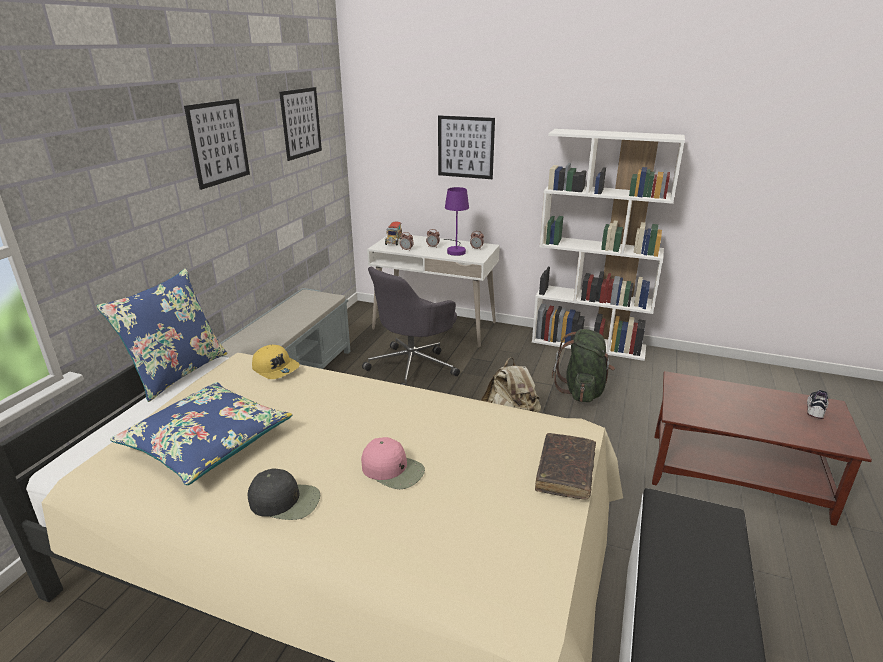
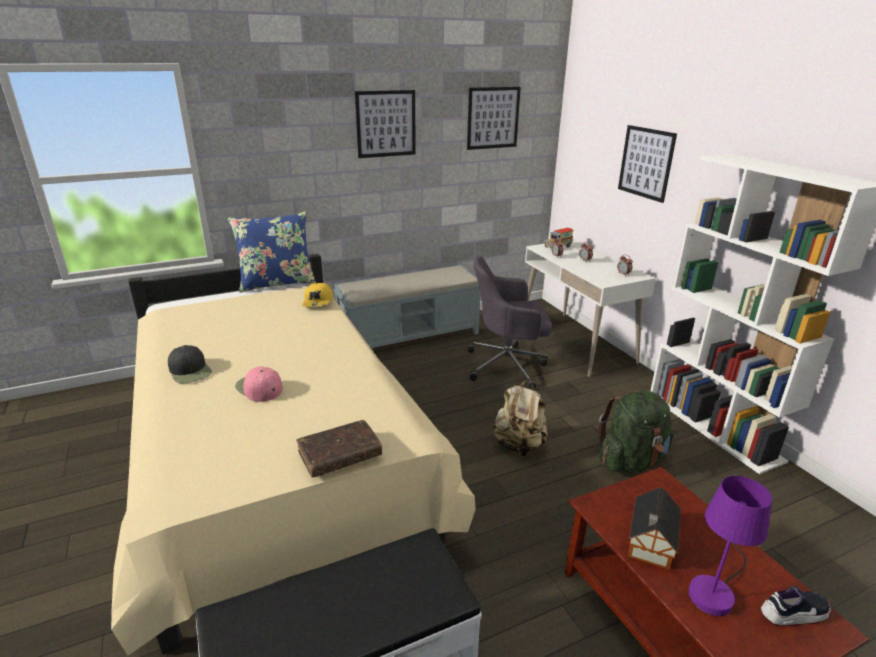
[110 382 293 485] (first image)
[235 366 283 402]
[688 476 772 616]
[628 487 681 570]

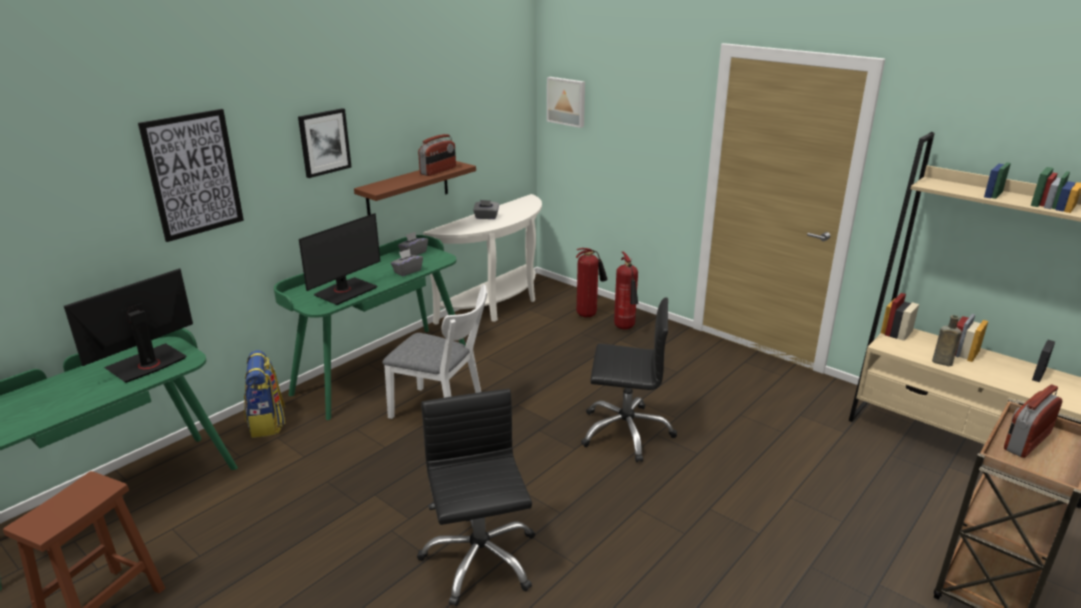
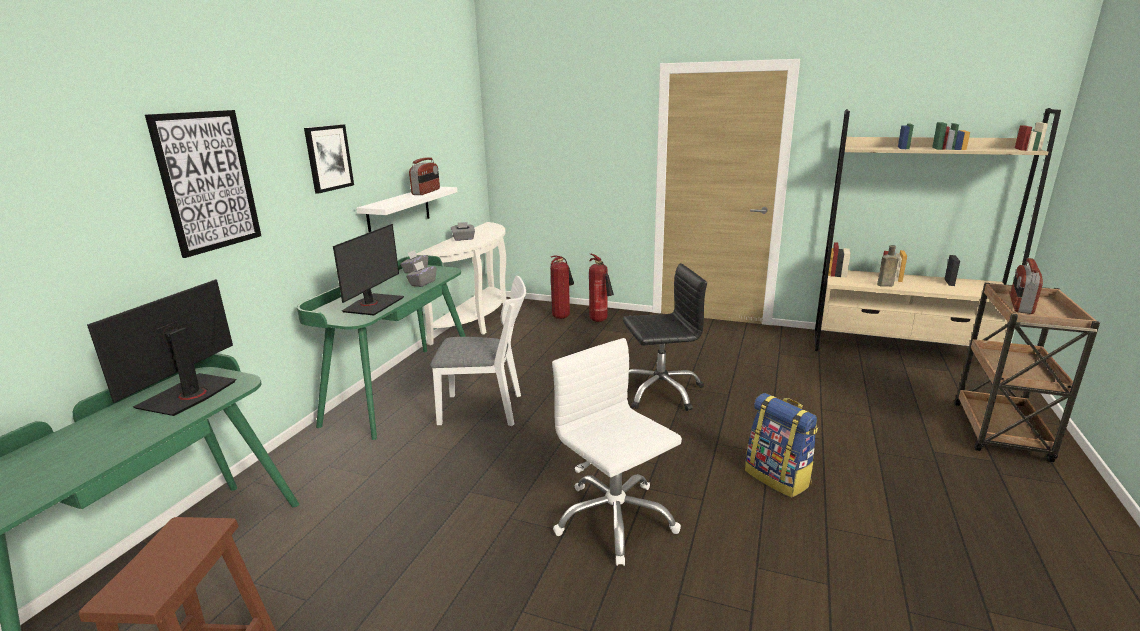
[745 393 818 498]
[356 187 457 232]
[552 338 682 566]
[547 77 585 128] (first image)

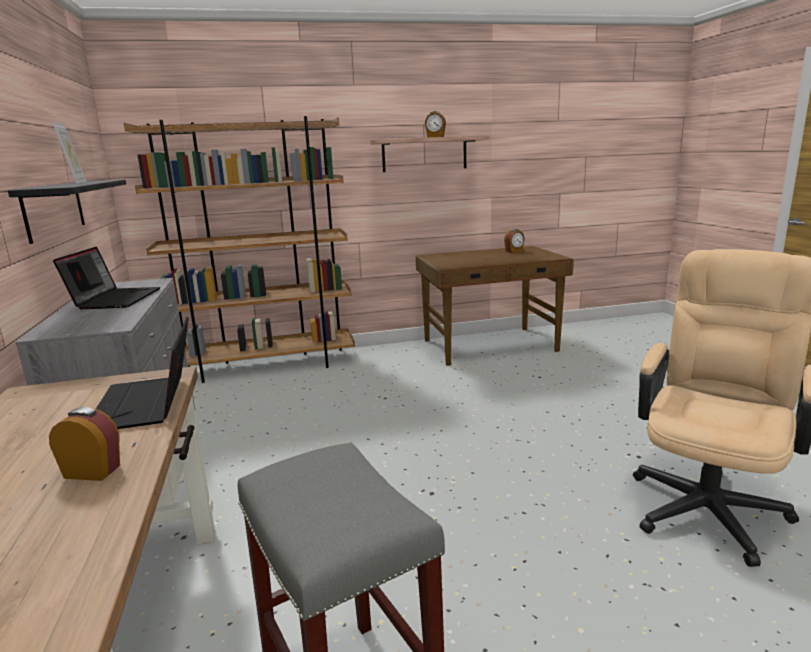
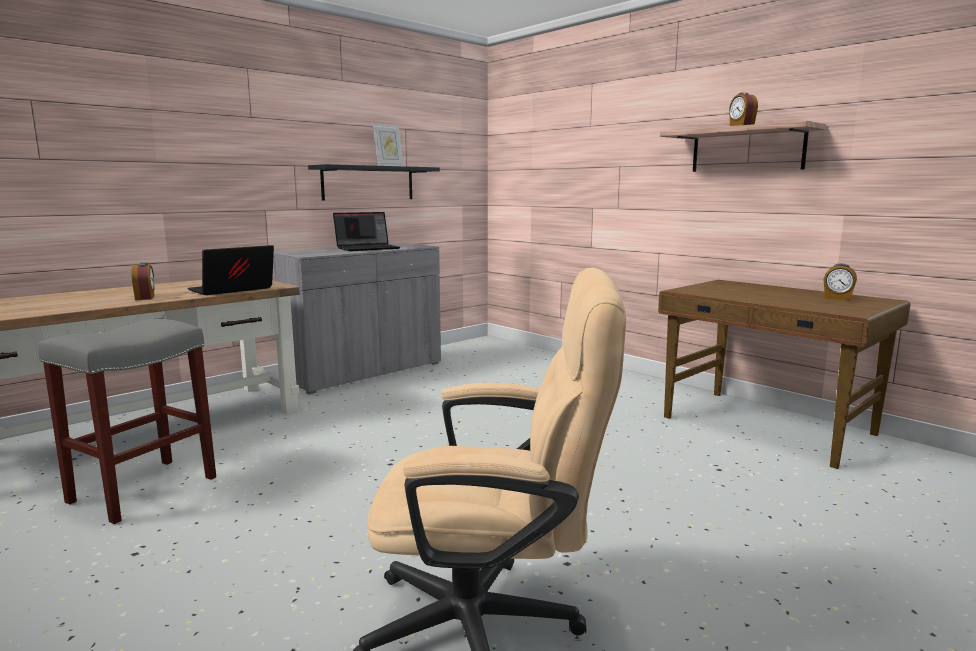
[124 116 355 383] (first image)

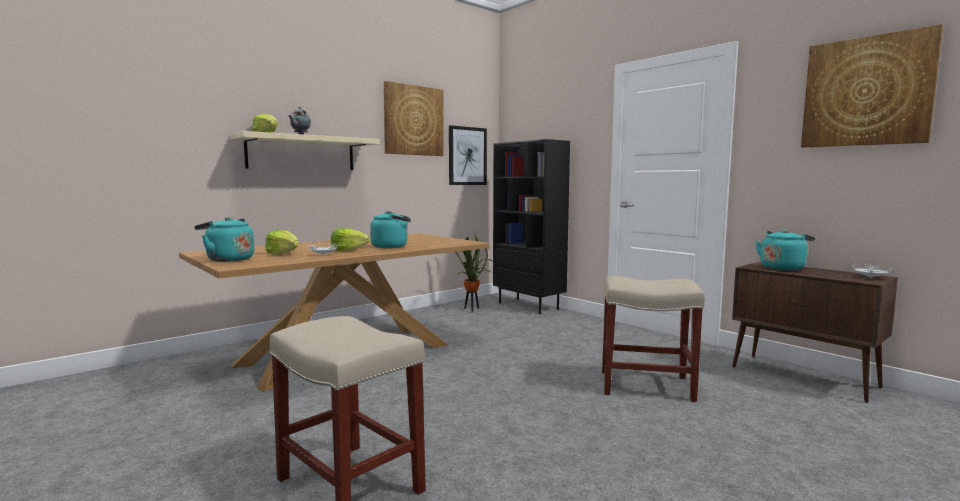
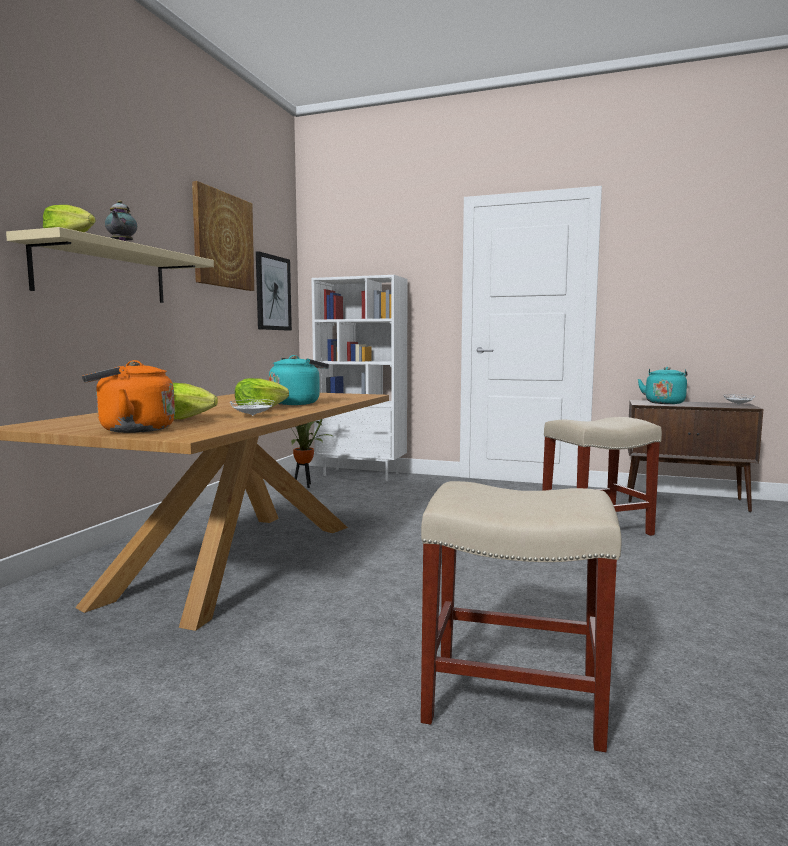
[82 360 175 433]
[311 275 408 481]
[801 24 943 147] (first image)

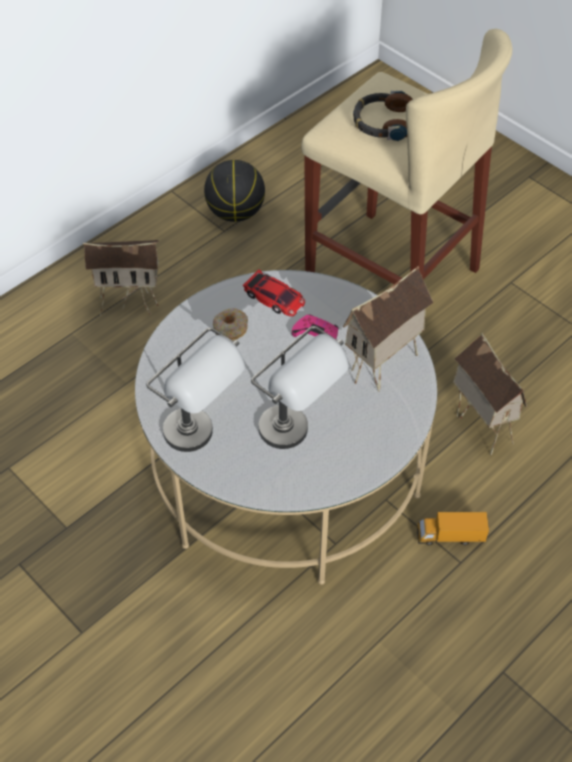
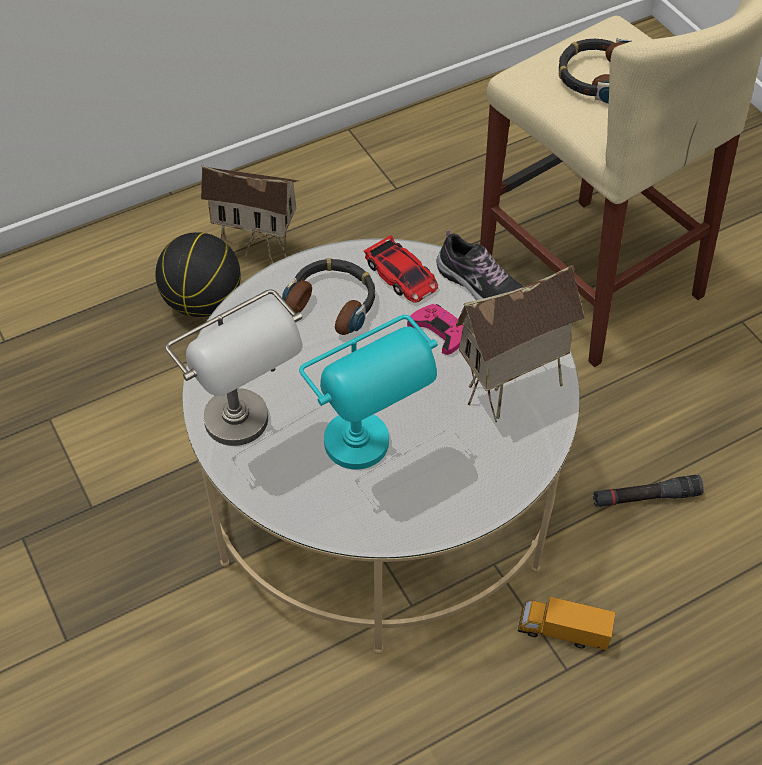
[156 232 241 317]
[282 258 375 335]
[299 315 438 470]
[593 475 704 507]
[436 229 524 300]

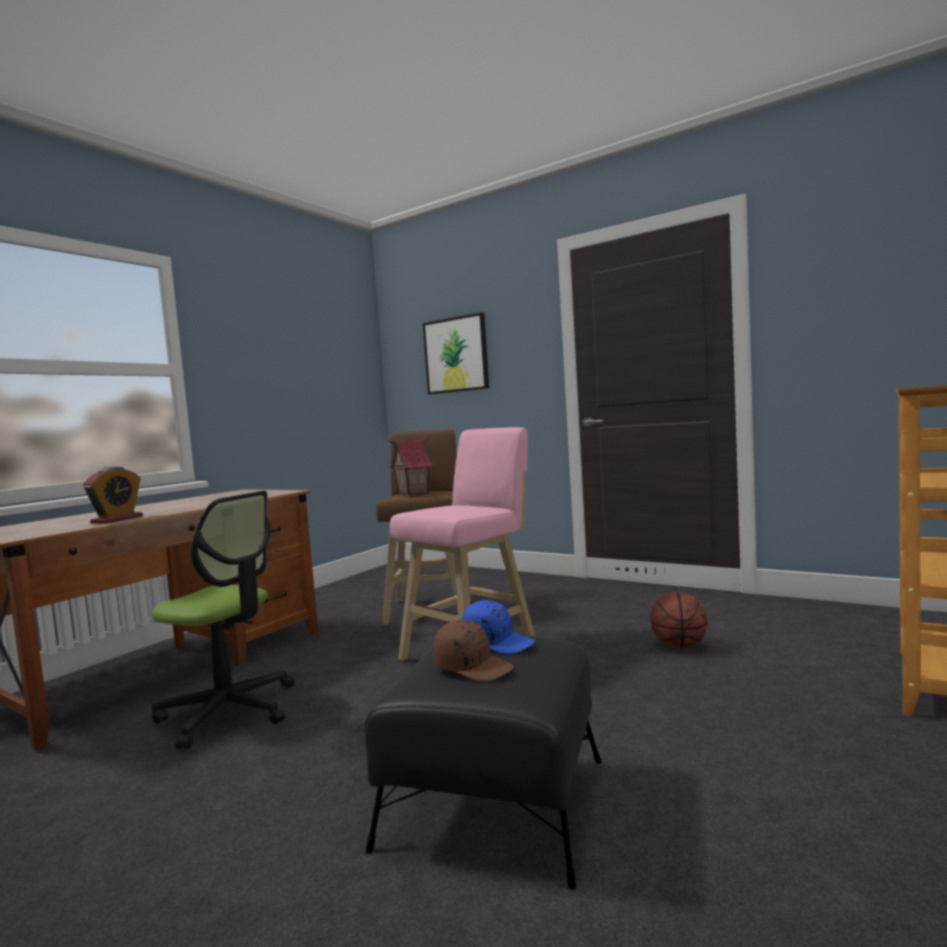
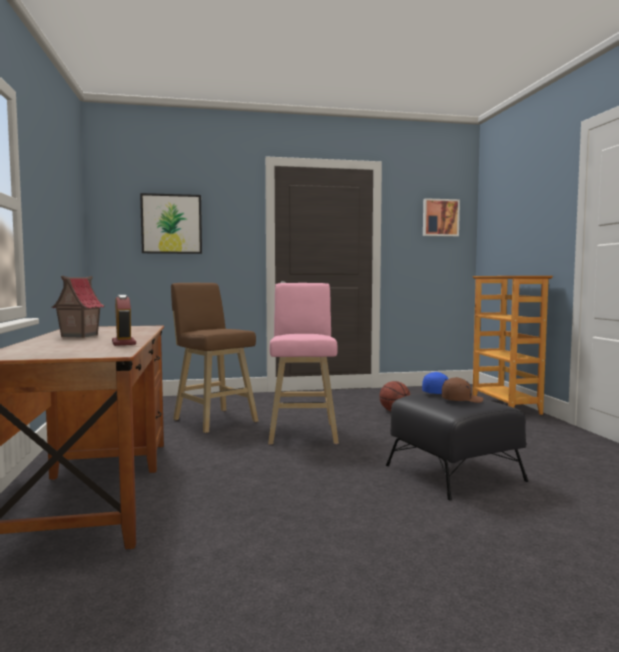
[152 491 295 749] (first image)
[51 276 105 338]
[423 198 460 237]

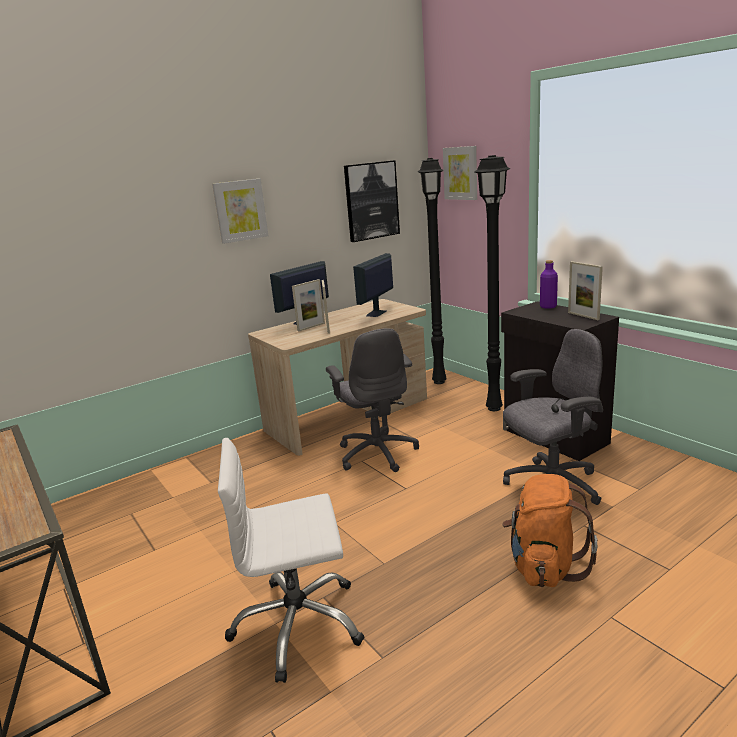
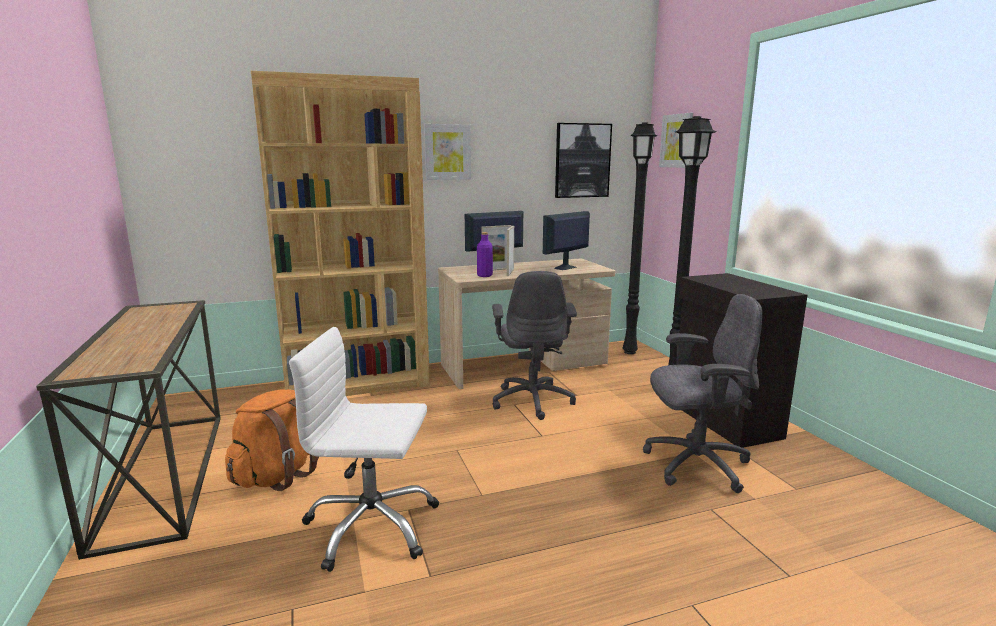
[225 389 319 491]
[477 232 493 277]
[568 261 603 320] (first image)
[251 71 430 396]

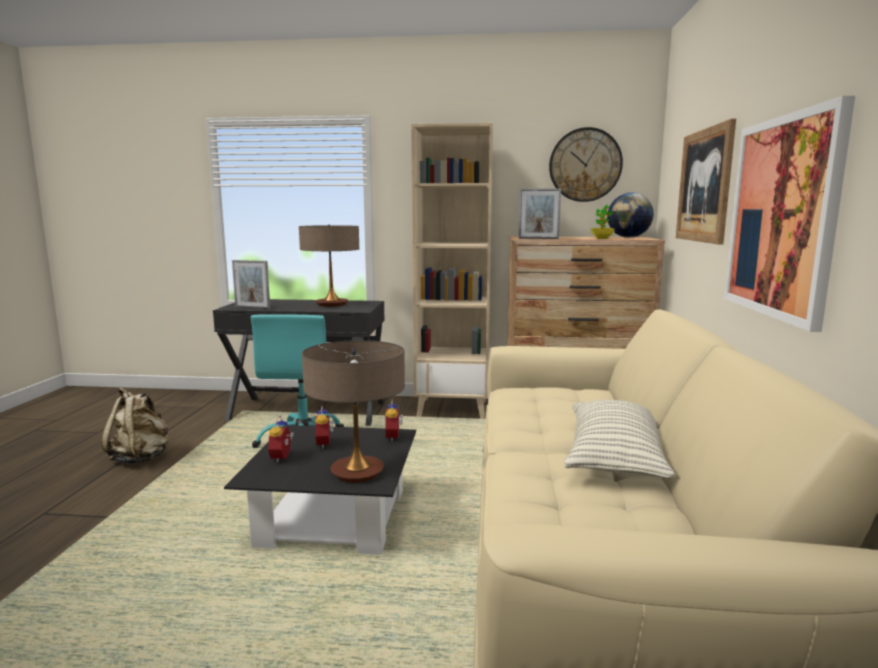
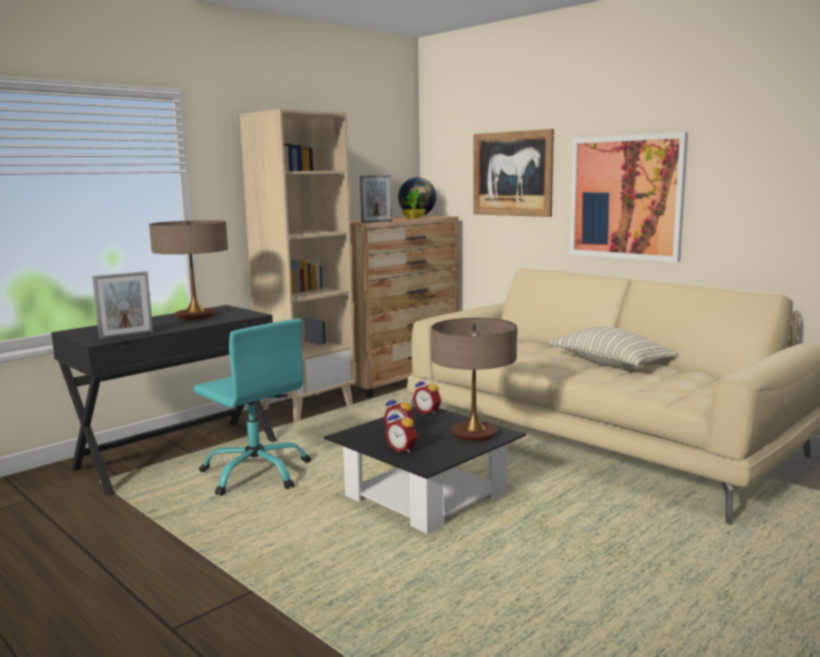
[101 388 168 464] (first image)
[549 127 623 202] (first image)

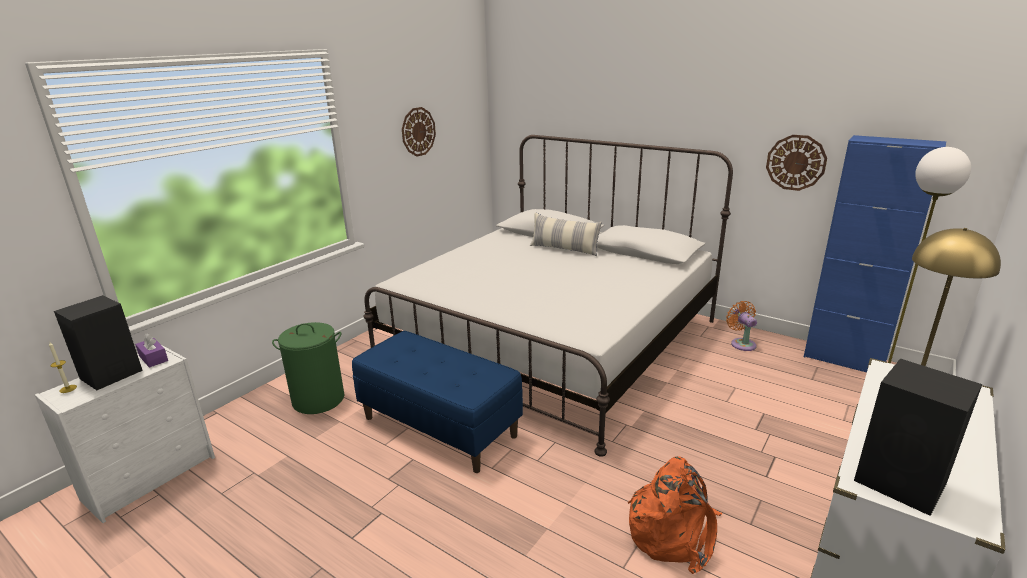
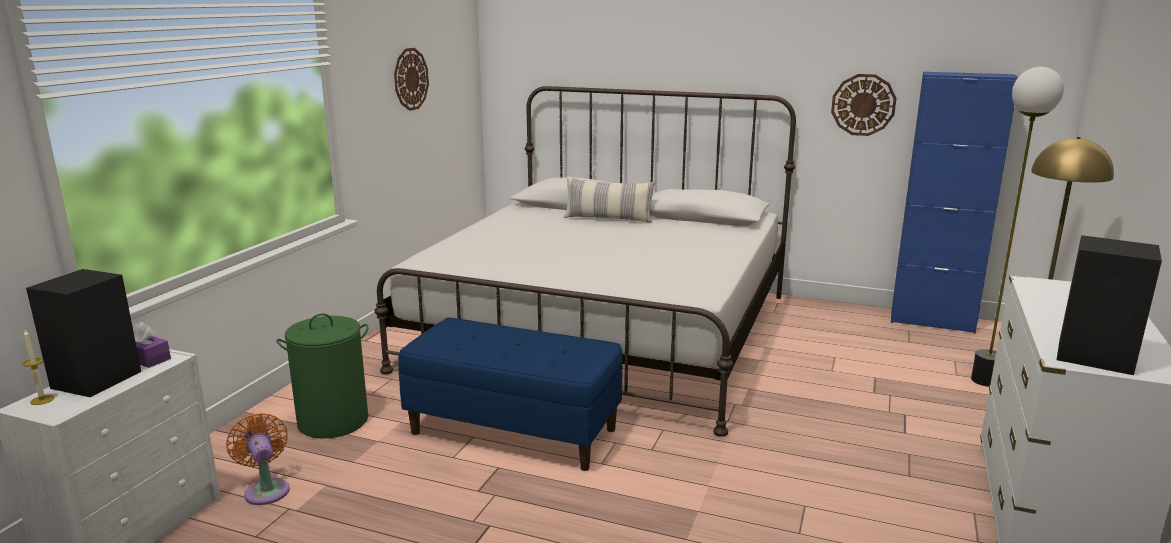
[628 456 723 574] (first image)
[226 413 290 505]

